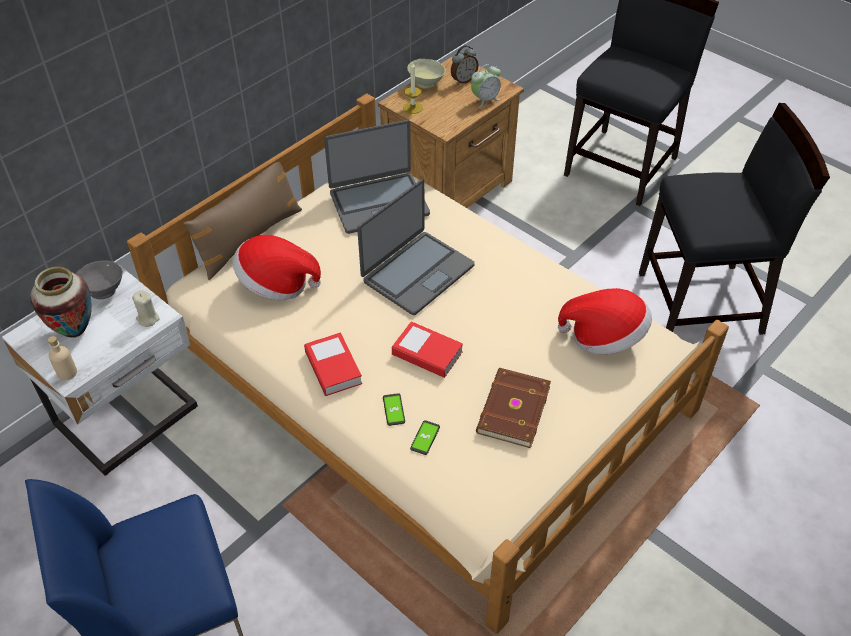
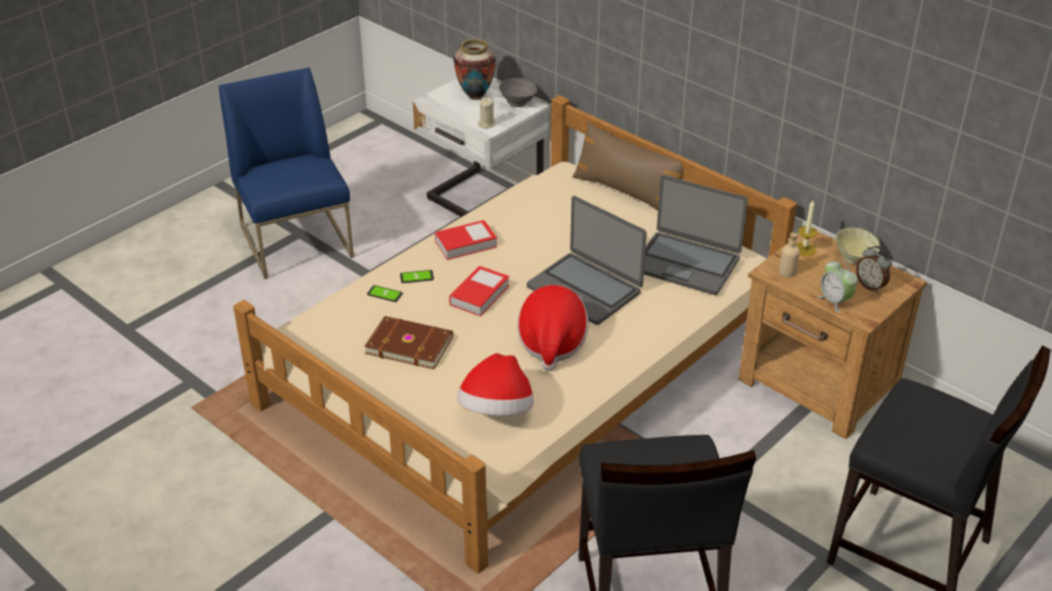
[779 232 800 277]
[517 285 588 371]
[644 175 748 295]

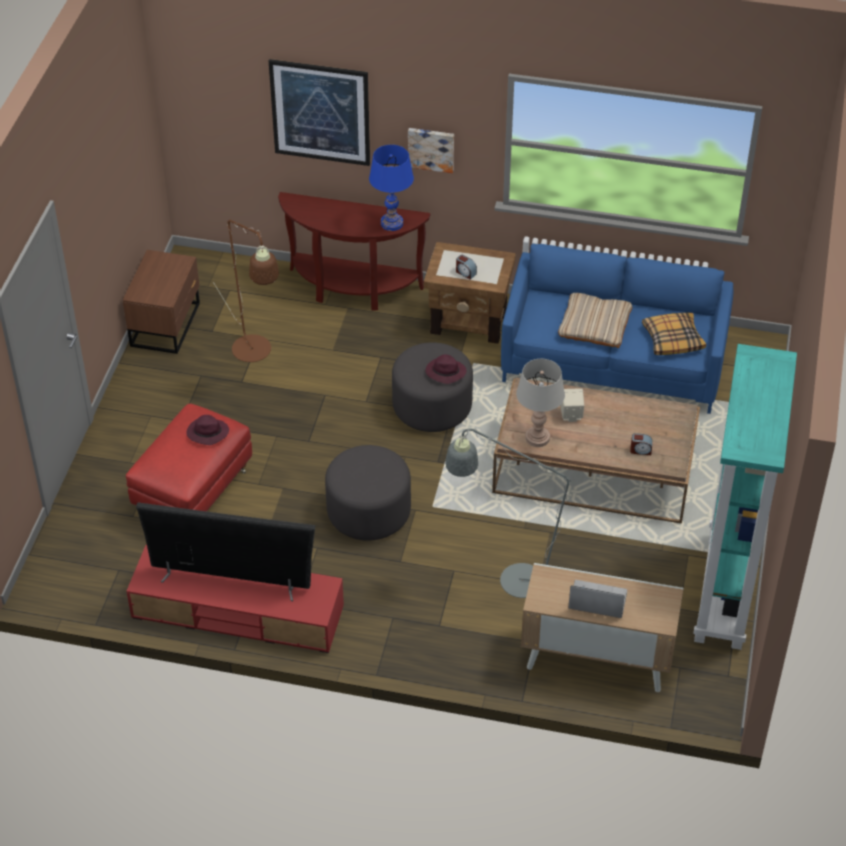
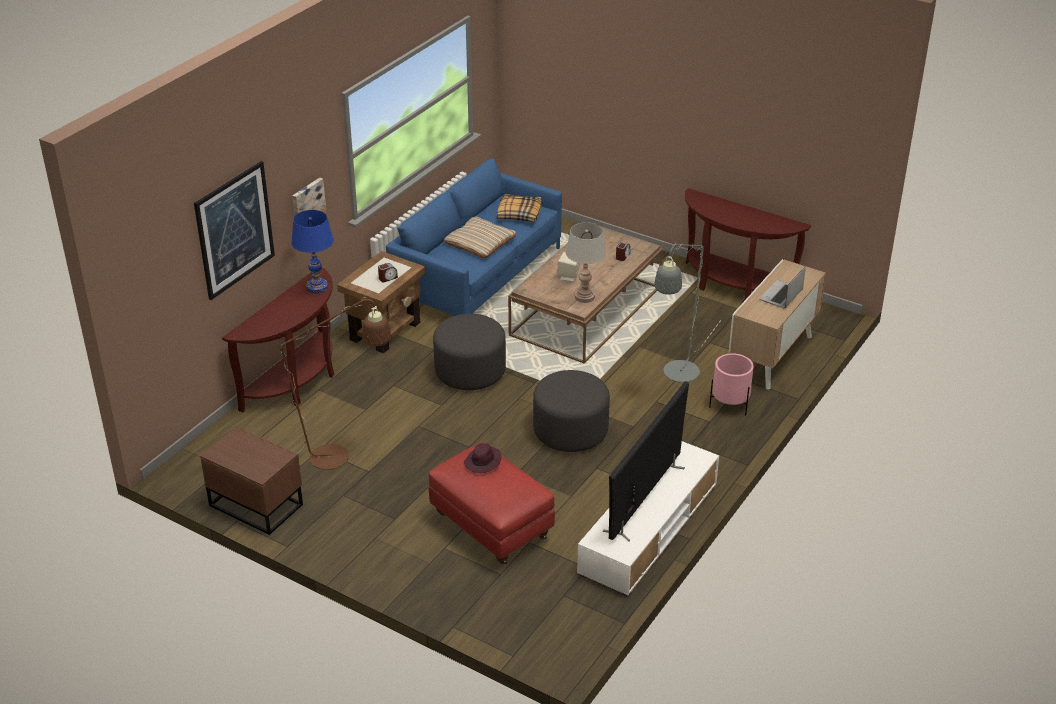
[577 441 719 597]
[425 355 467 384] (first image)
[685 188 811 301]
[709 353 754 416]

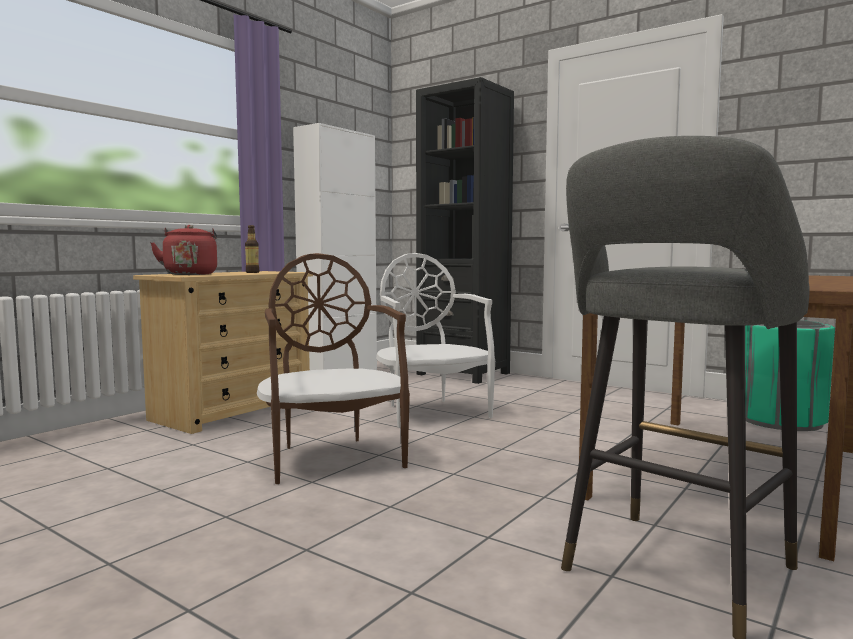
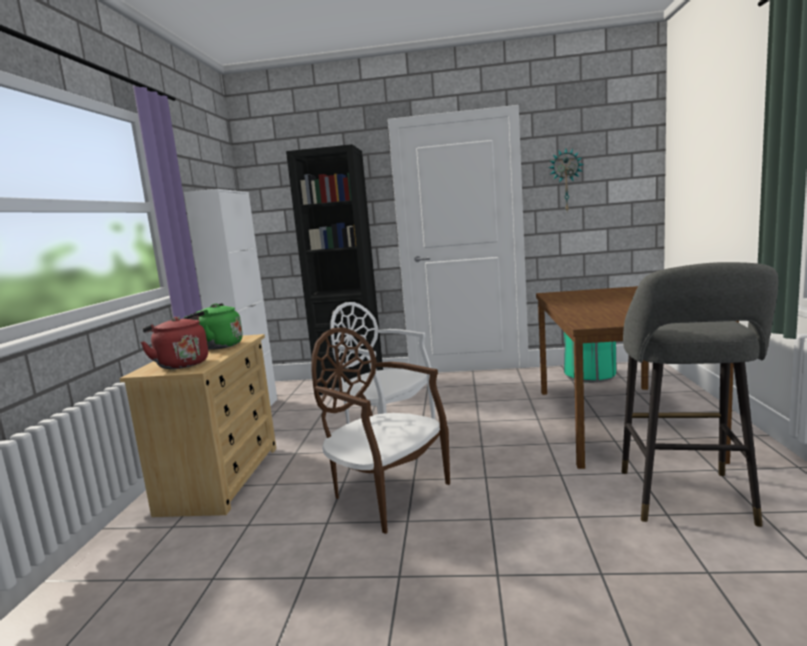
[184 303 243 350]
[549 148 584 211]

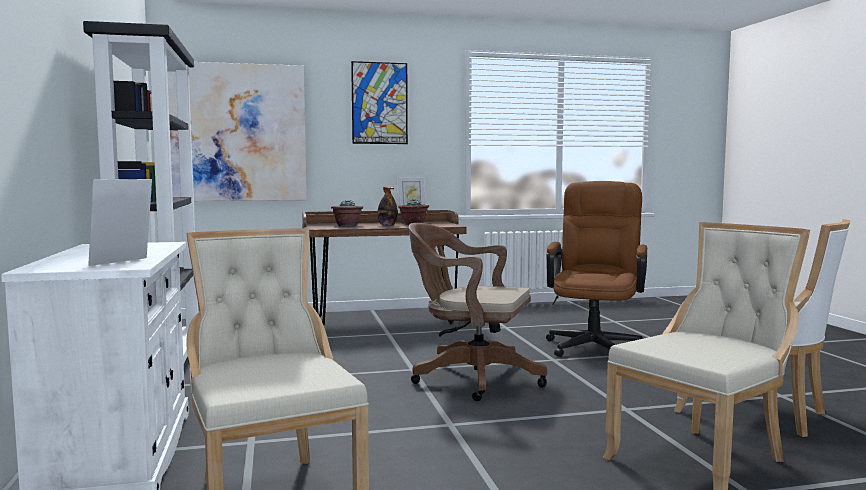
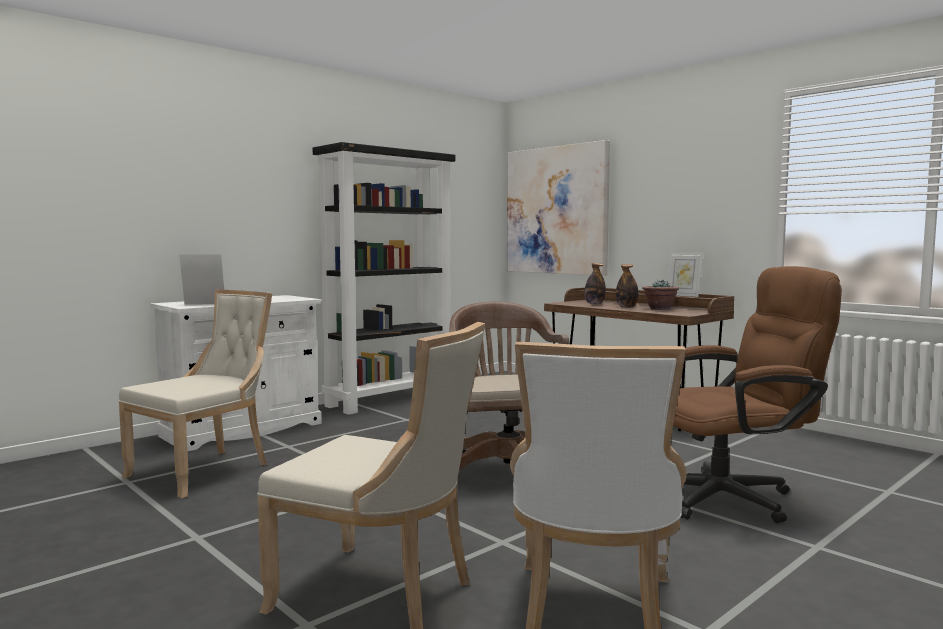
[584 263 606 305]
[351 61 408 144] (first image)

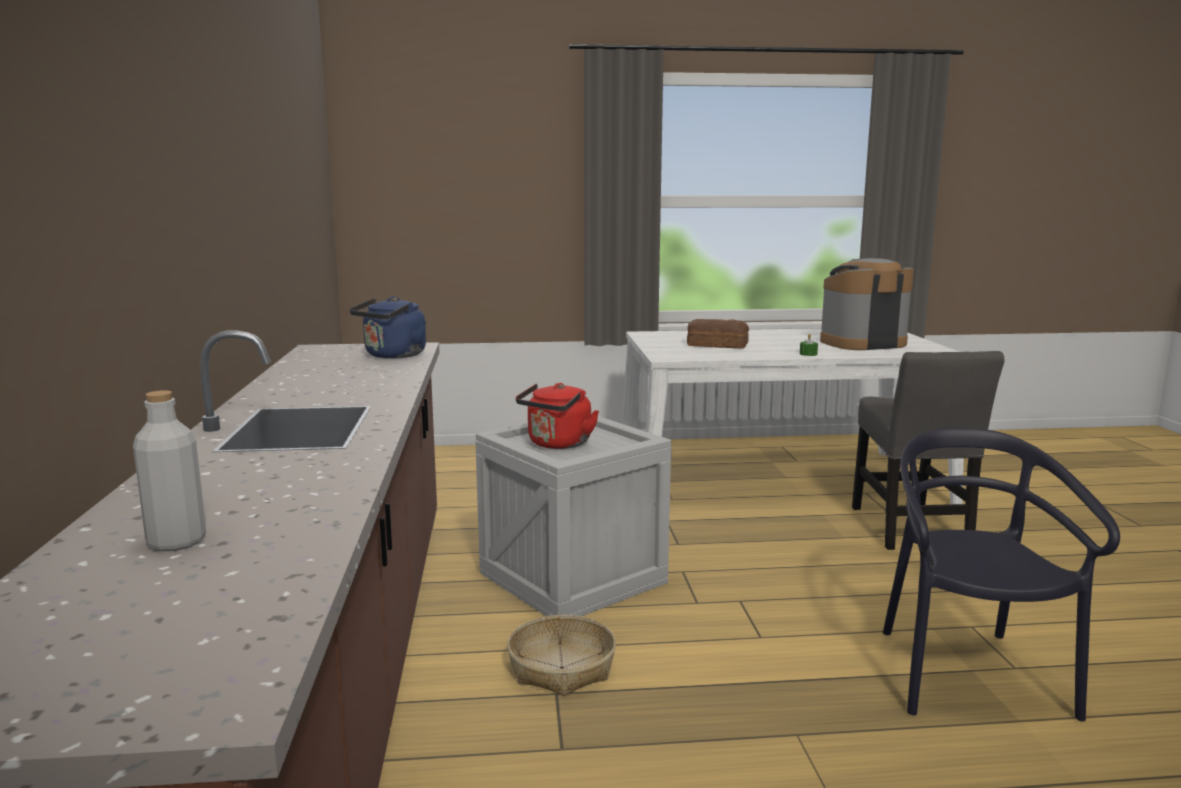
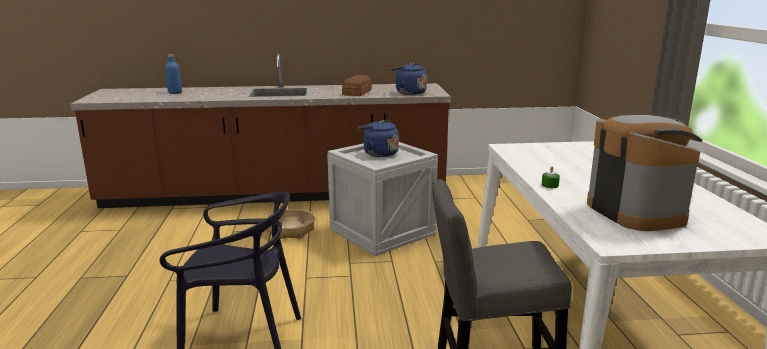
[165 54 182 94]
[356 120 399 157]
[342 75 372 96]

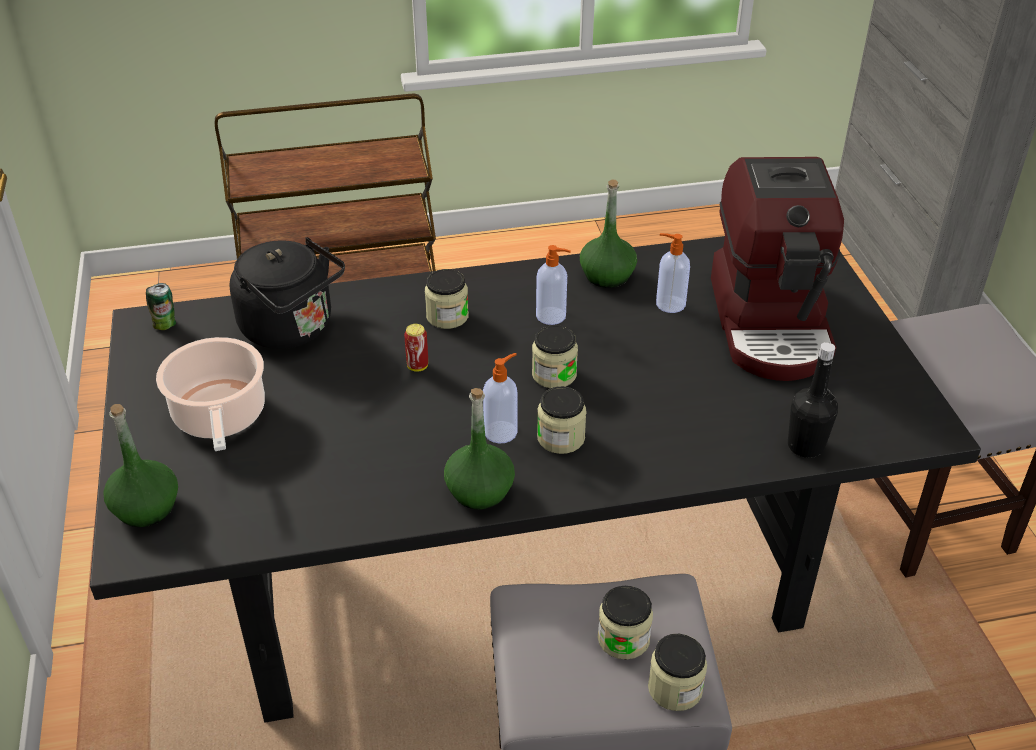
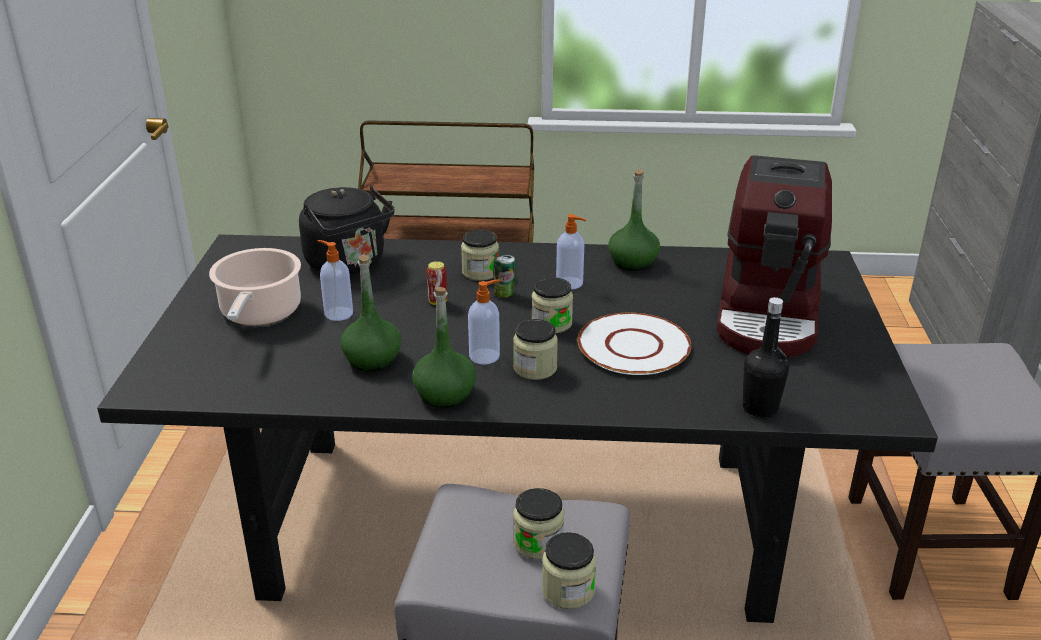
[340 255 402 372]
[493 255 516 298]
[318 240 353 321]
[577 313 691 375]

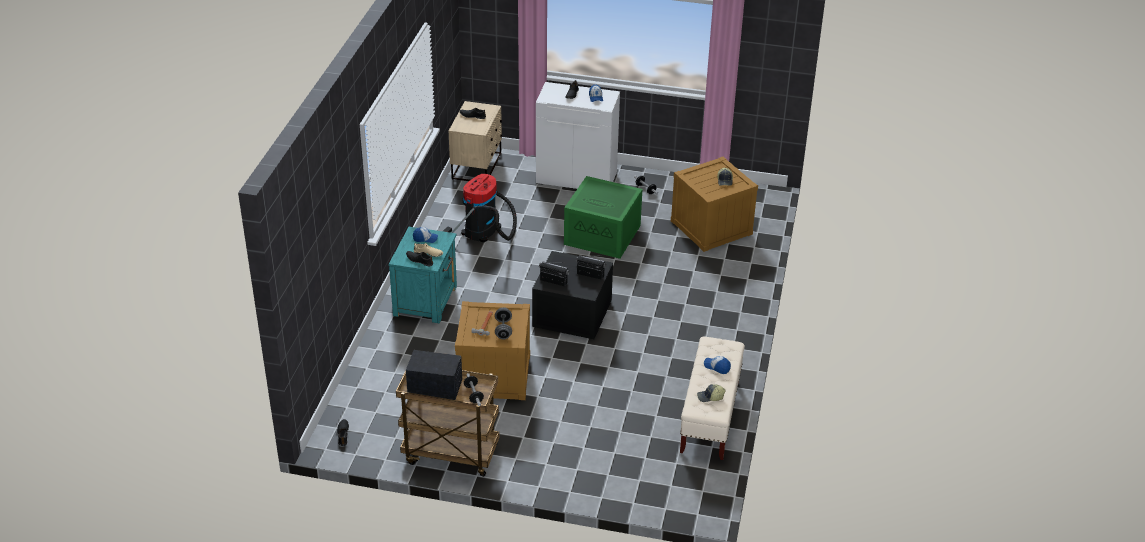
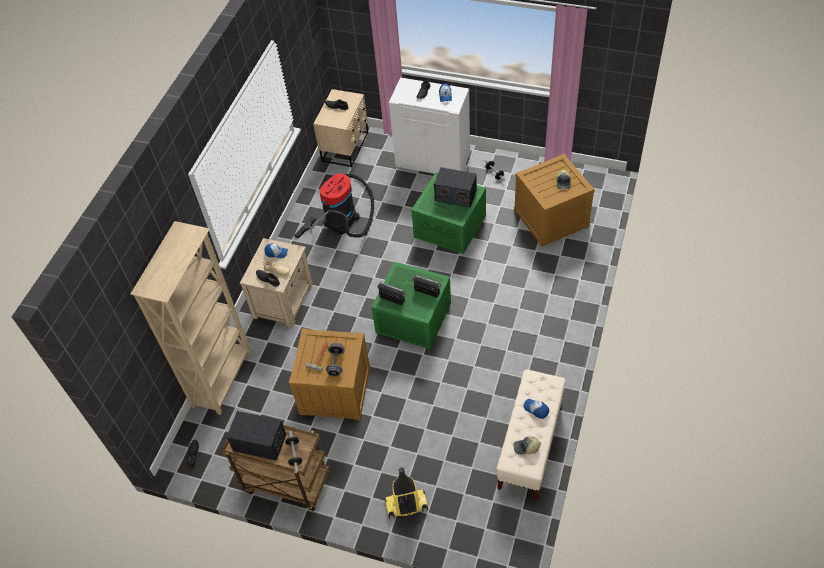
[240 238 313 327]
[371 262 451 349]
[130 221 251 415]
[384 467 428 519]
[434 167 477 207]

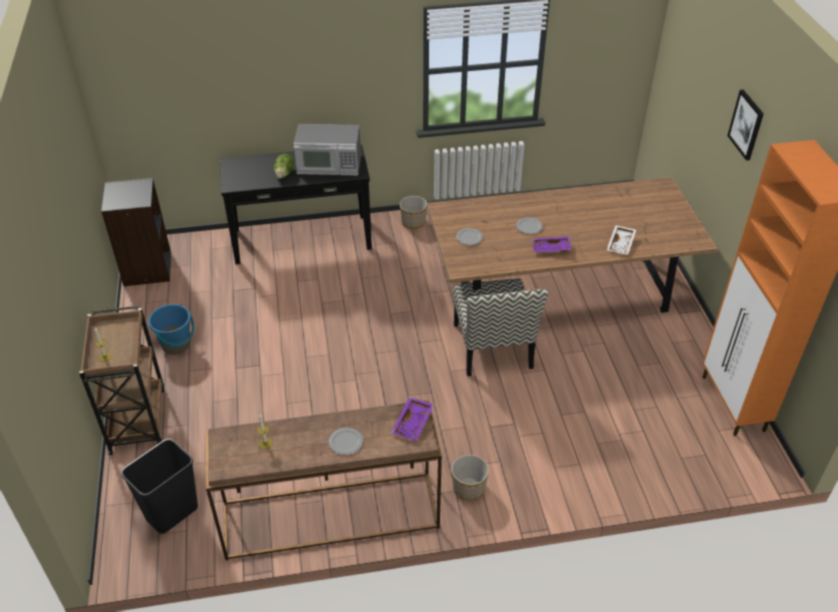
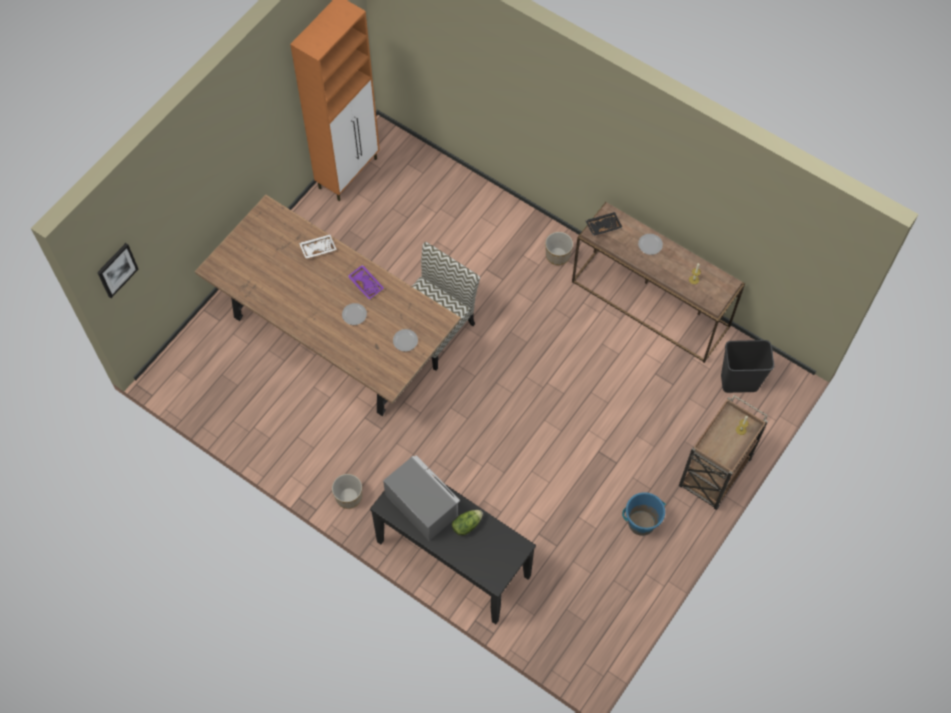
[101 178 171 286] (first image)
[585 212 623 236]
[97 243 139 298]

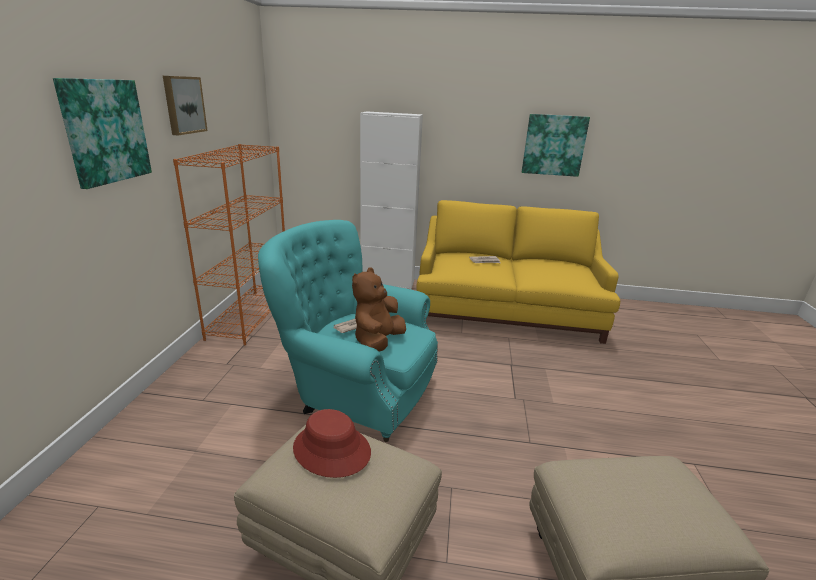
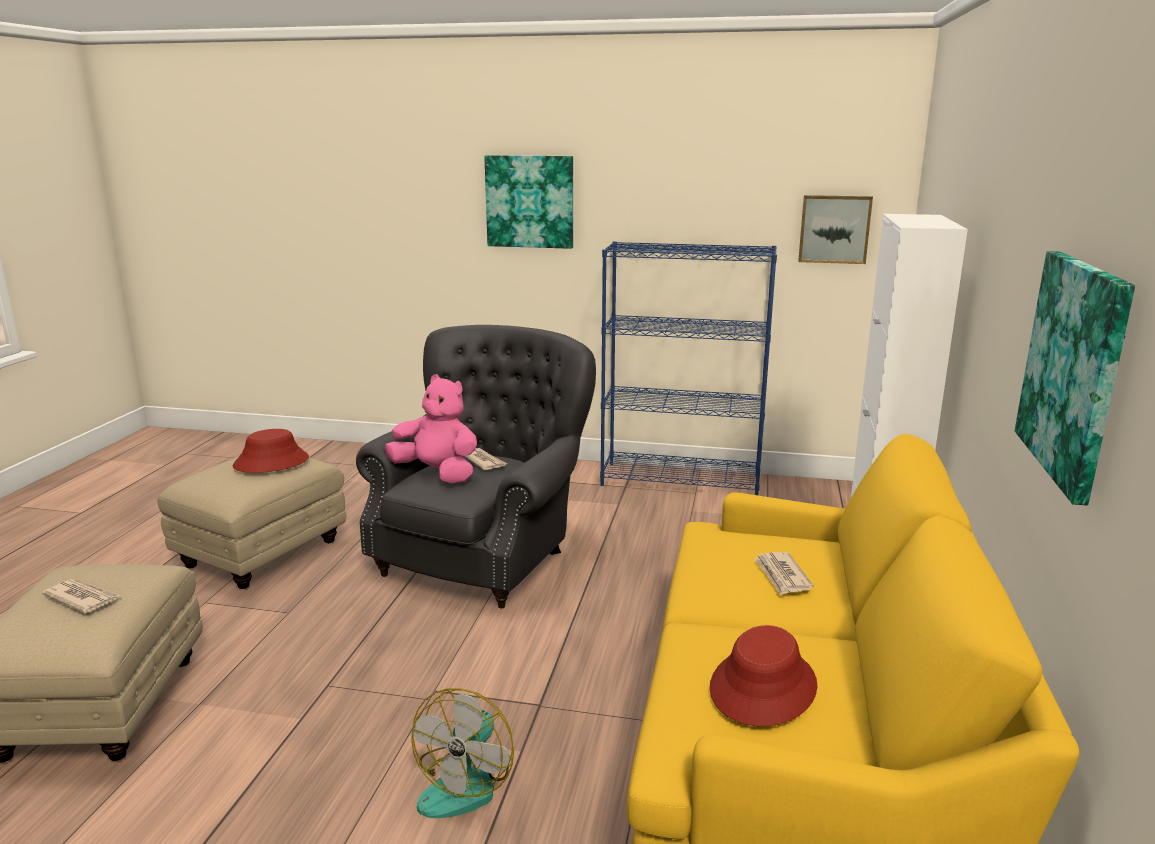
[798 195 873 264]
[600 241 777 495]
[356 325 596 608]
[384 374 477 483]
[42 579 120 613]
[411 688 514 818]
[710 625 817 727]

